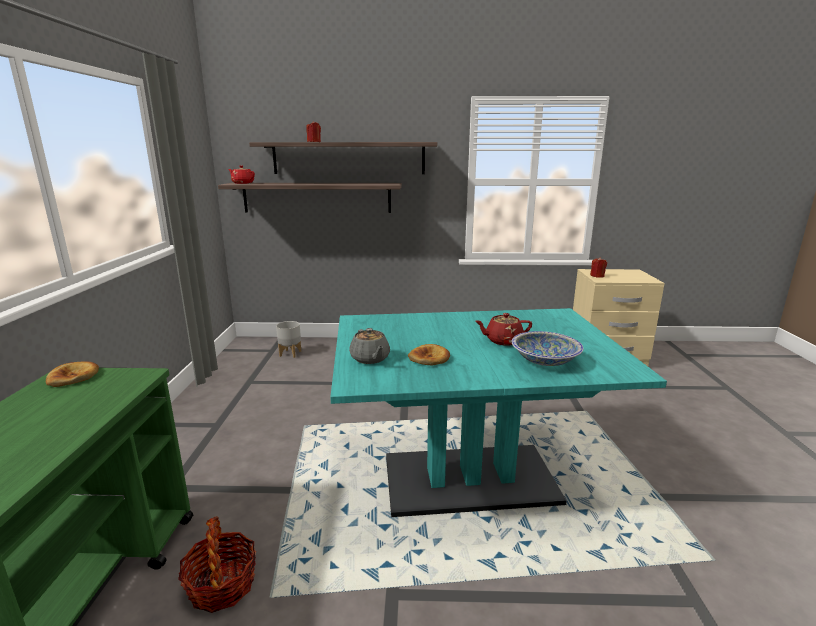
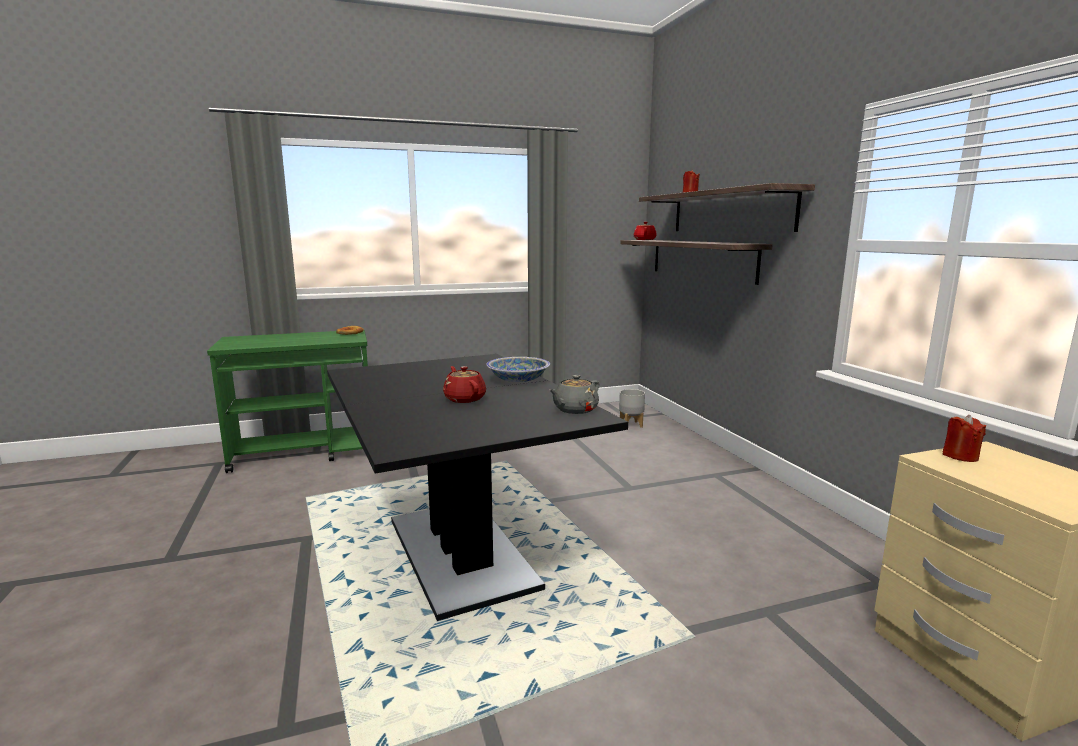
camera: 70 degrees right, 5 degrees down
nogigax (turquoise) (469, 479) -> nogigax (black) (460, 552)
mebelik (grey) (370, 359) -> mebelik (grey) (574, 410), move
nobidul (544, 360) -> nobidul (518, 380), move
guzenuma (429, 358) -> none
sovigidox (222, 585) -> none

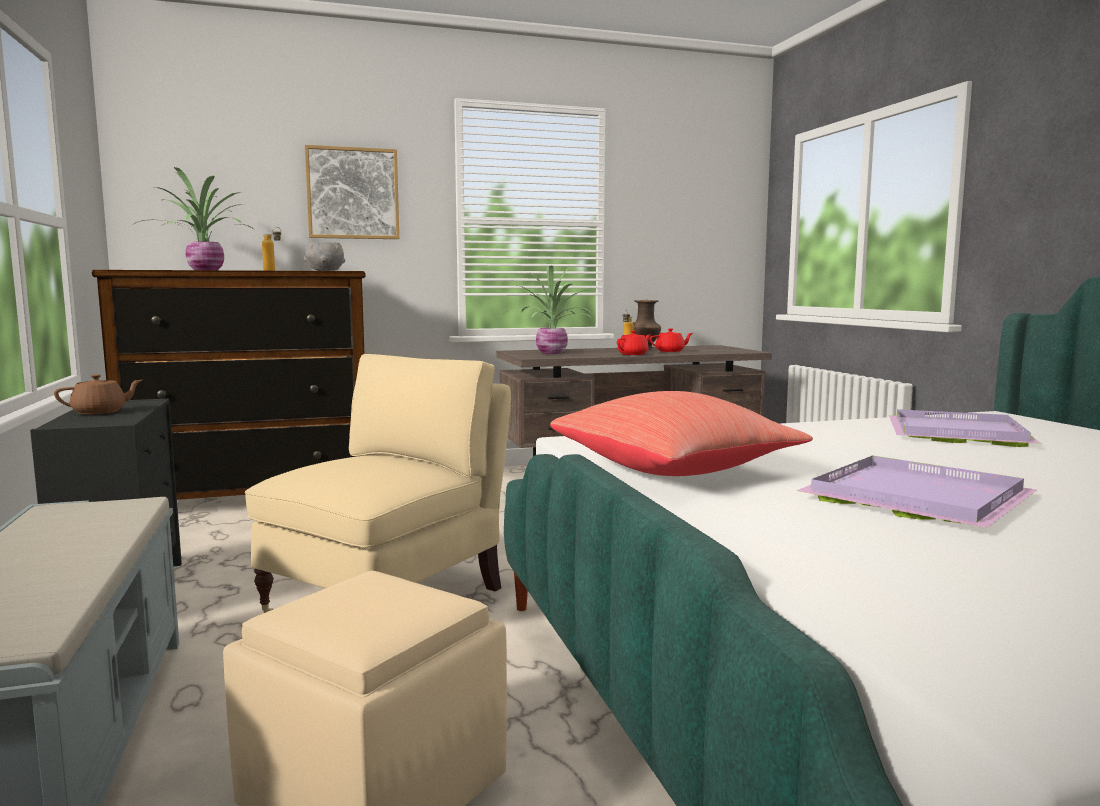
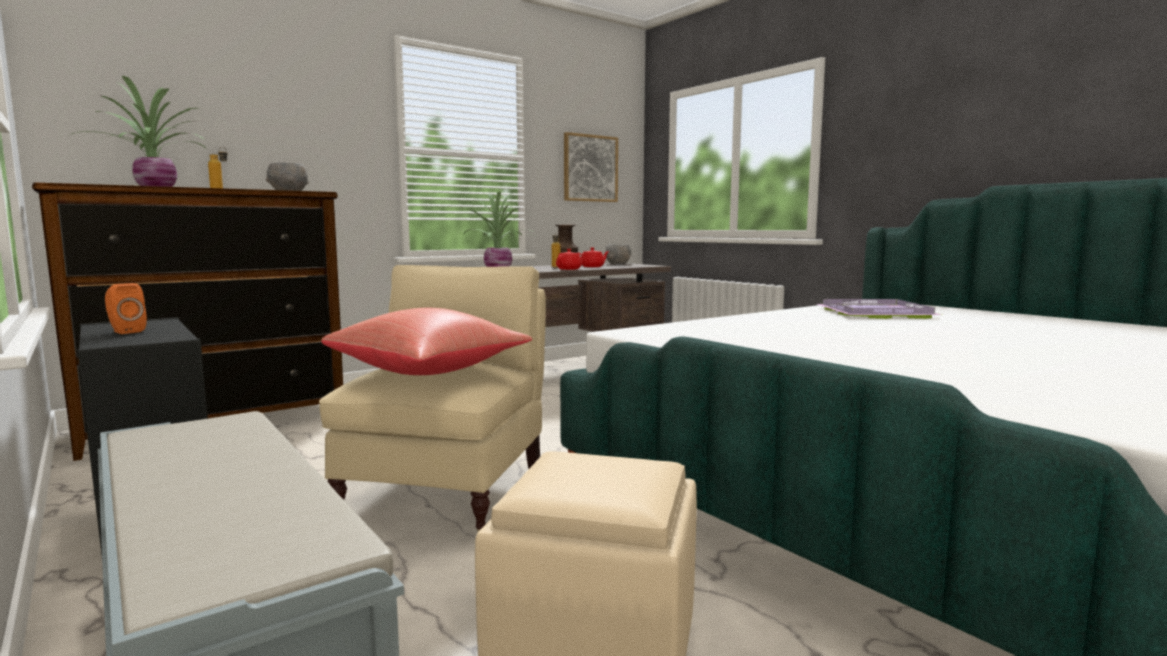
camera: 20 degrees left, 0 degrees up
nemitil (352, 193) -> nemitil (590, 168), move
mebelik (brown) (100, 412) -> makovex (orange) (125, 331)
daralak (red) (675, 471) -> daralak (red) (429, 371), move
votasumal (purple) (911, 498) -> none
none -> nobidul (grey) (617, 264)

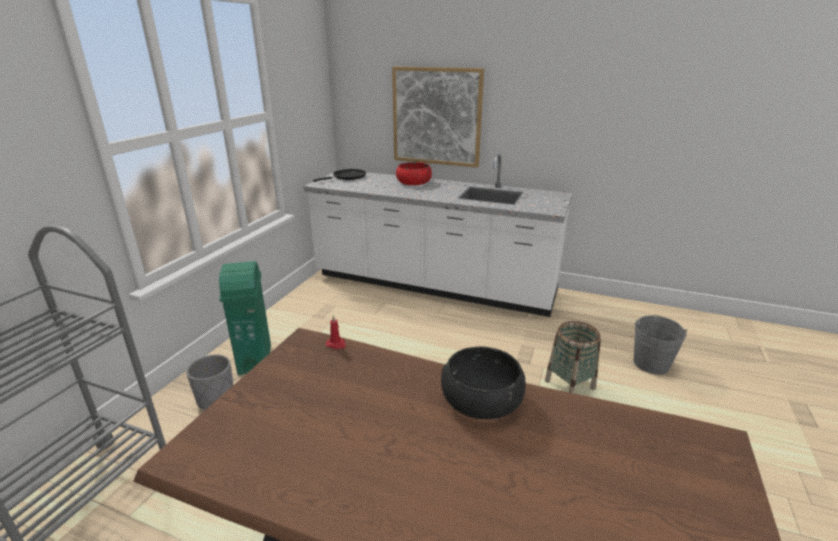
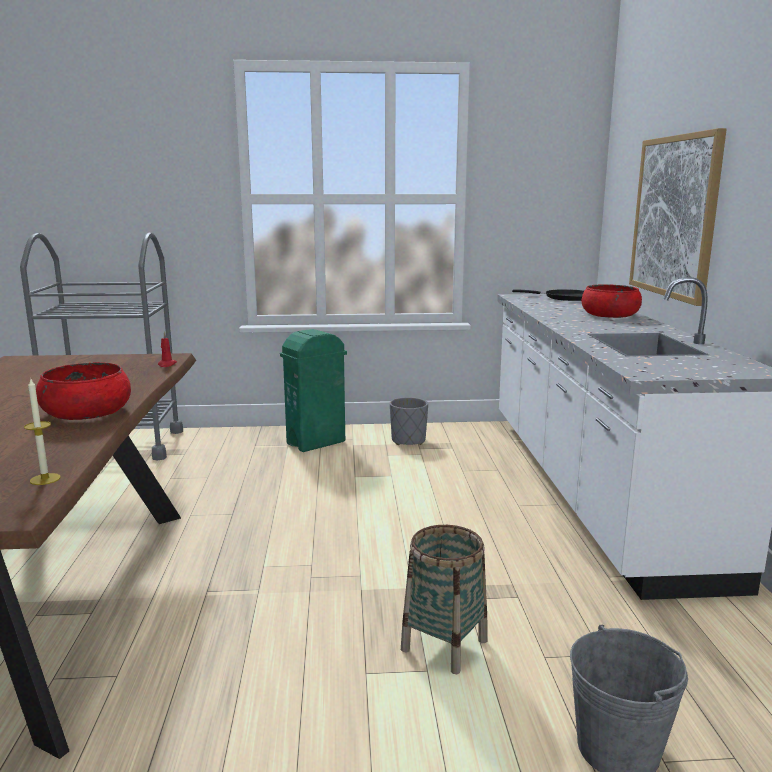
camera: 65 degrees right, 10 degrees down
nobidul (black) (481, 399) -> nobidul (red) (87, 412)
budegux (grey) (216, 399) -> budegux (grey) (408, 440), move
none -> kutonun (45, 479)

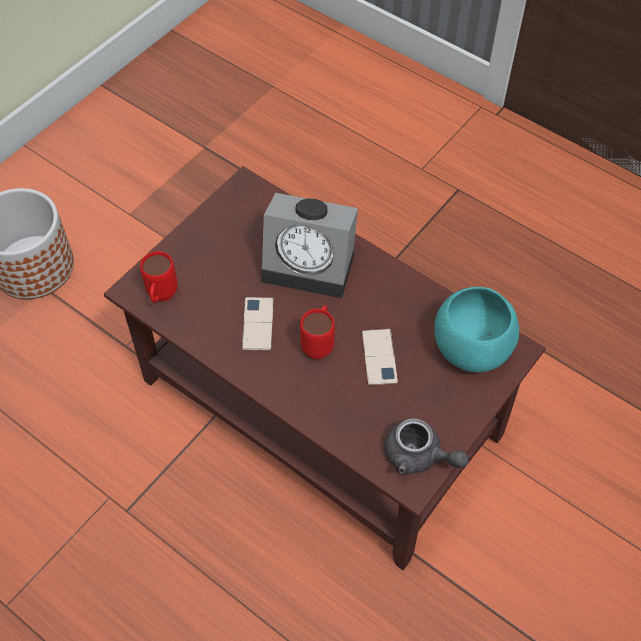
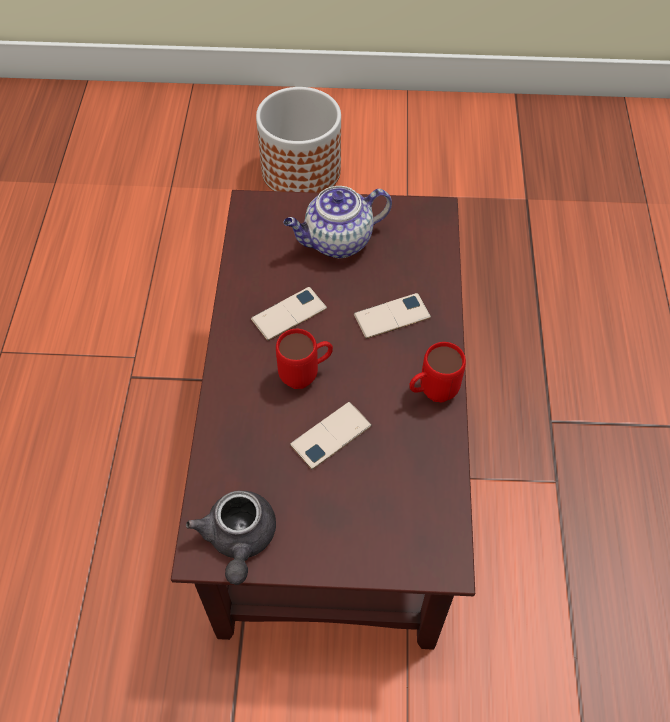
camera: 55 degrees right, 0 degrees up
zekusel (312, 265) -> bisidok (392, 316)
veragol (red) (161, 298) -> veragol (red) (431, 393), move
nobidul (turquoise) (472, 348) -> none
none -> mebelik (337, 242)

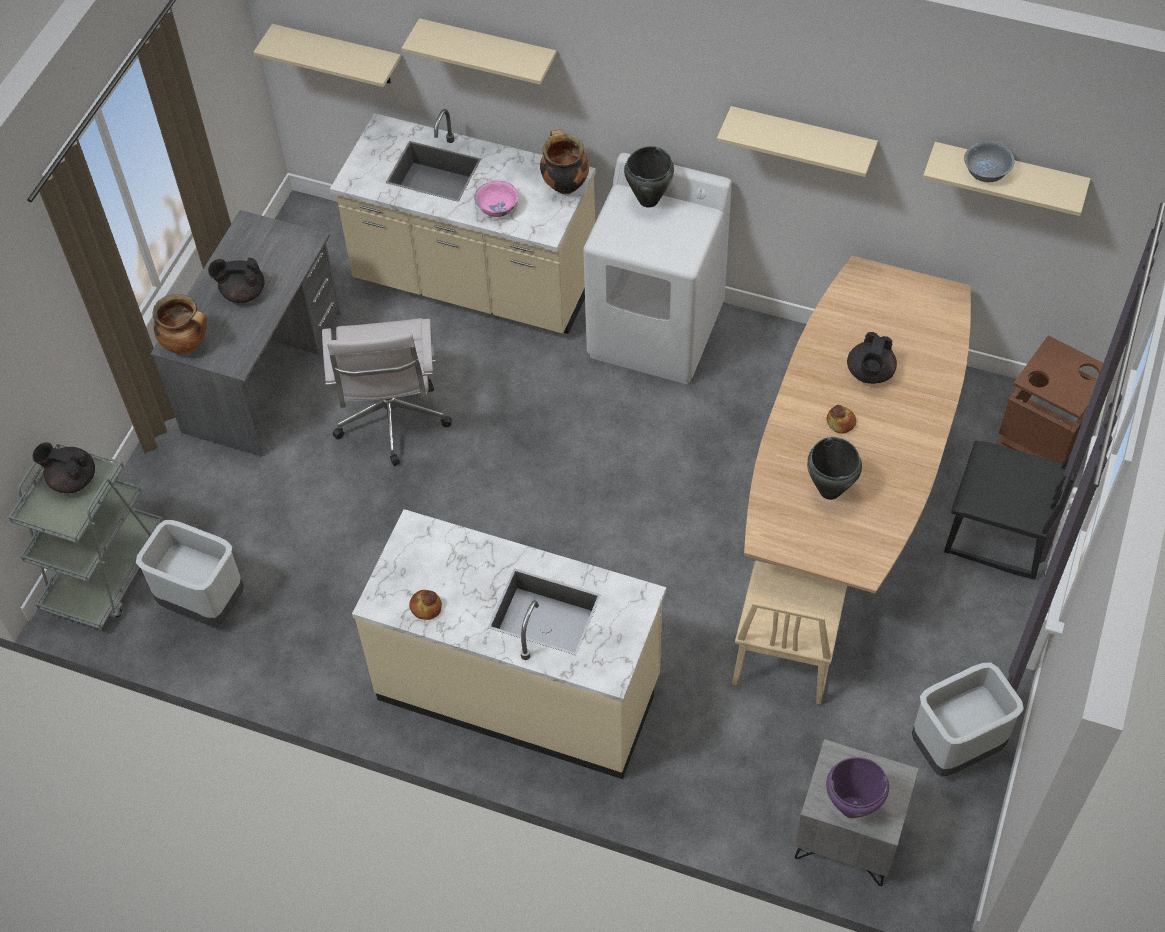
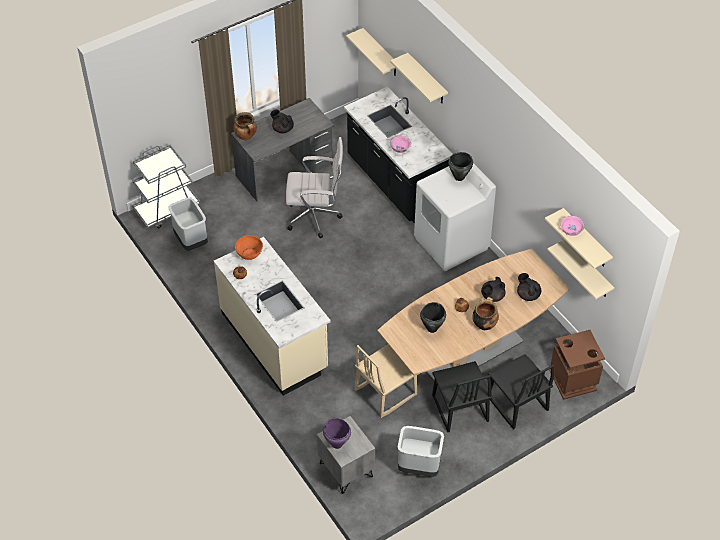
camera: 35 degrees right, 5 degrees down
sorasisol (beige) (801, 139) -> sorasisol (beige) (588, 270), move
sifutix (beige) (474, 283) -> sifutix (black) (396, 183)
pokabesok (564, 184) -> pokabesok (484, 324), move
nobidul (grey) (986, 172) -> nobidul (pink) (571, 230)
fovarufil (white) (392, 422) -> fovarufil (white) (316, 217), 120 degrees counterclockwise
mebelik (black) (72, 479) -> mebelik (black) (528, 294), move
none -> nobidul (orange) (249, 254)
none -> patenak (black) (459, 409)

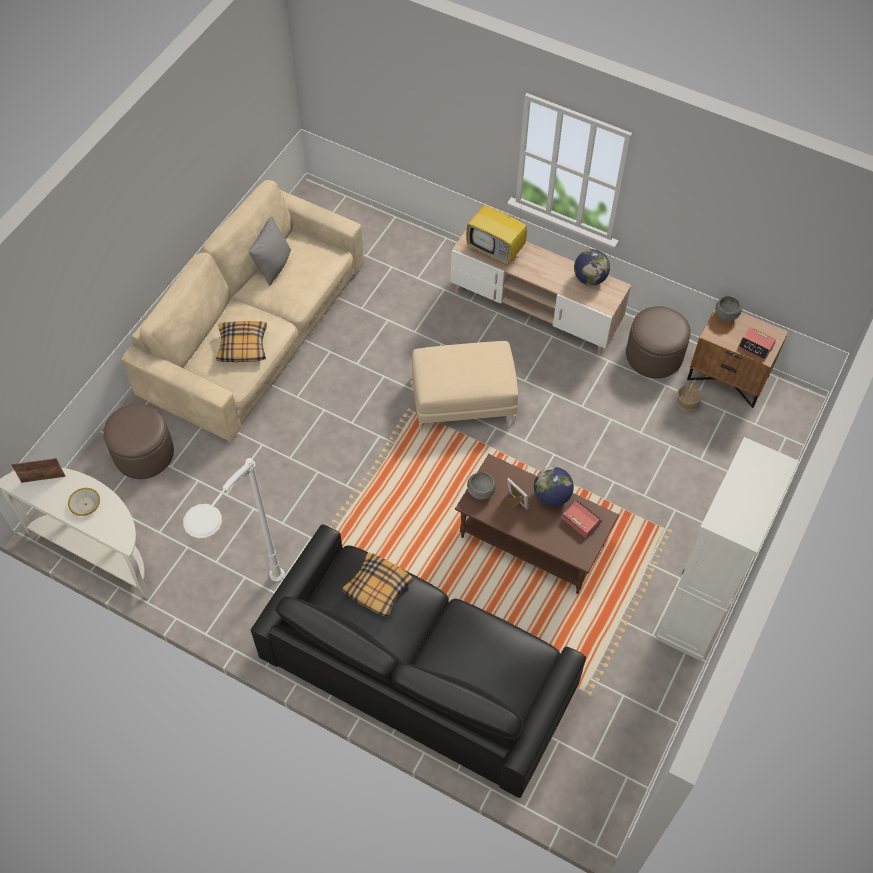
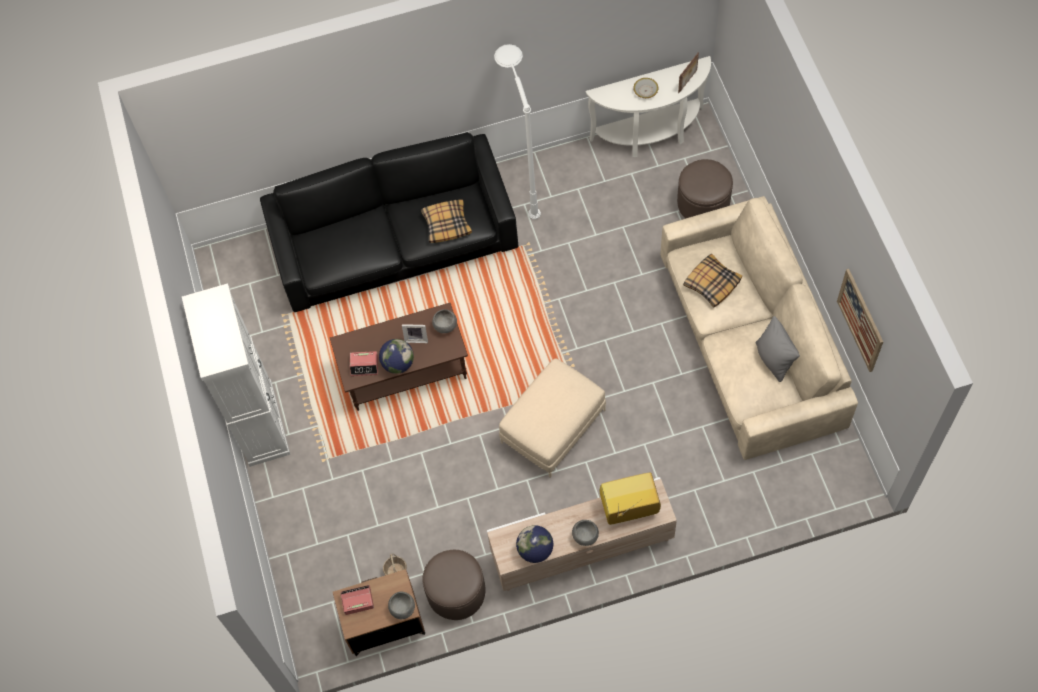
camera: 140 degrees right, 5 degrees up
none -> nemitil (860, 320)
none -> nobidul (grey) (585, 536)

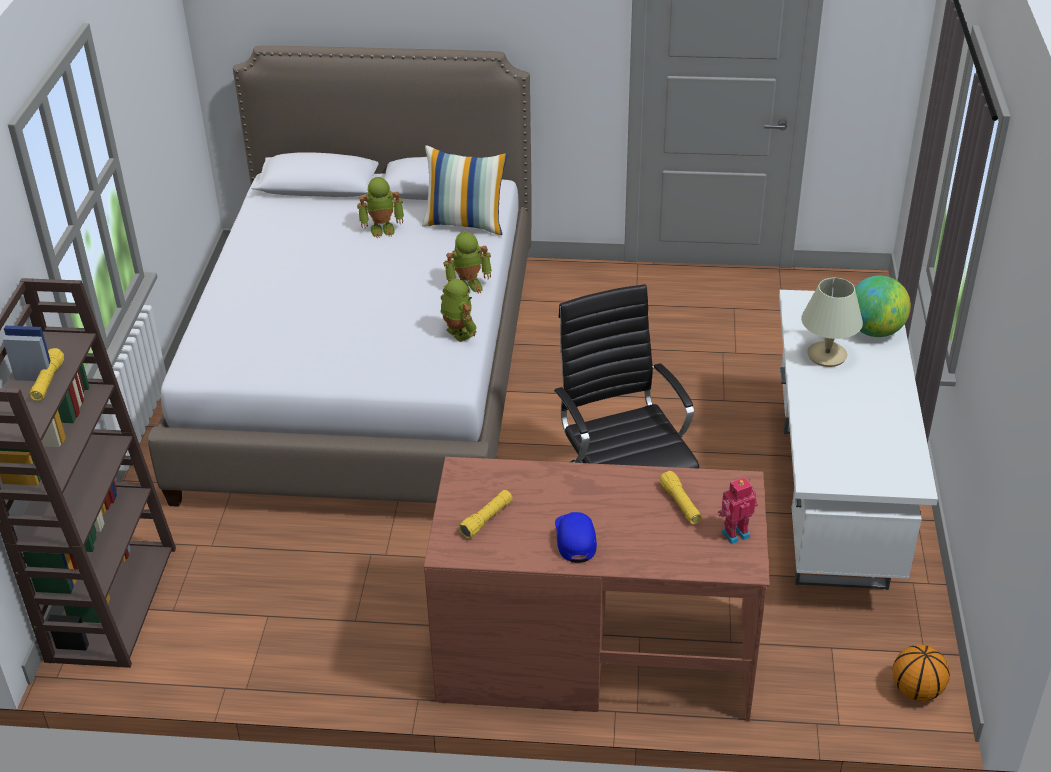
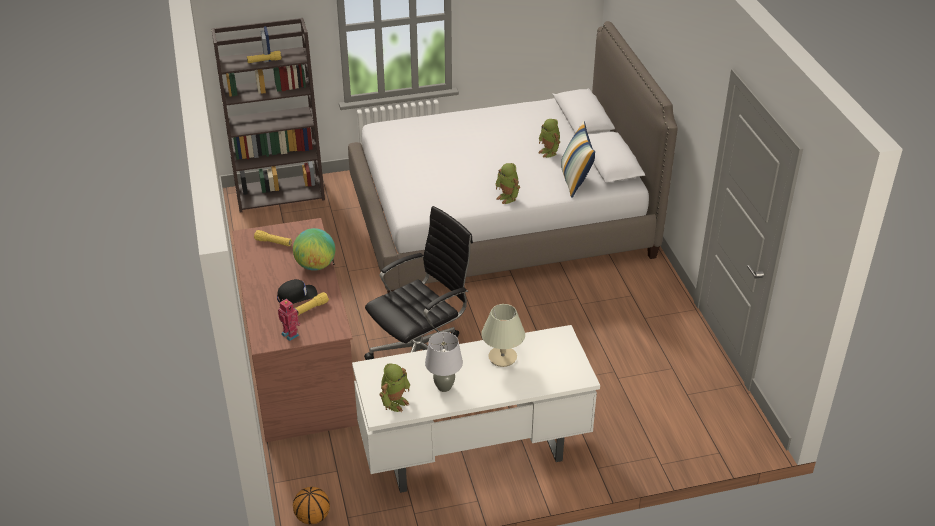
camera: 70 degrees right, 0 degrees up
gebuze (874, 331) -> gebuze (315, 265), move
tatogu (458, 333) -> tatogu (395, 402), move
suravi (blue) (575, 539) -> none
none -> suravi (black) (297, 295)
none -> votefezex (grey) (444, 387)

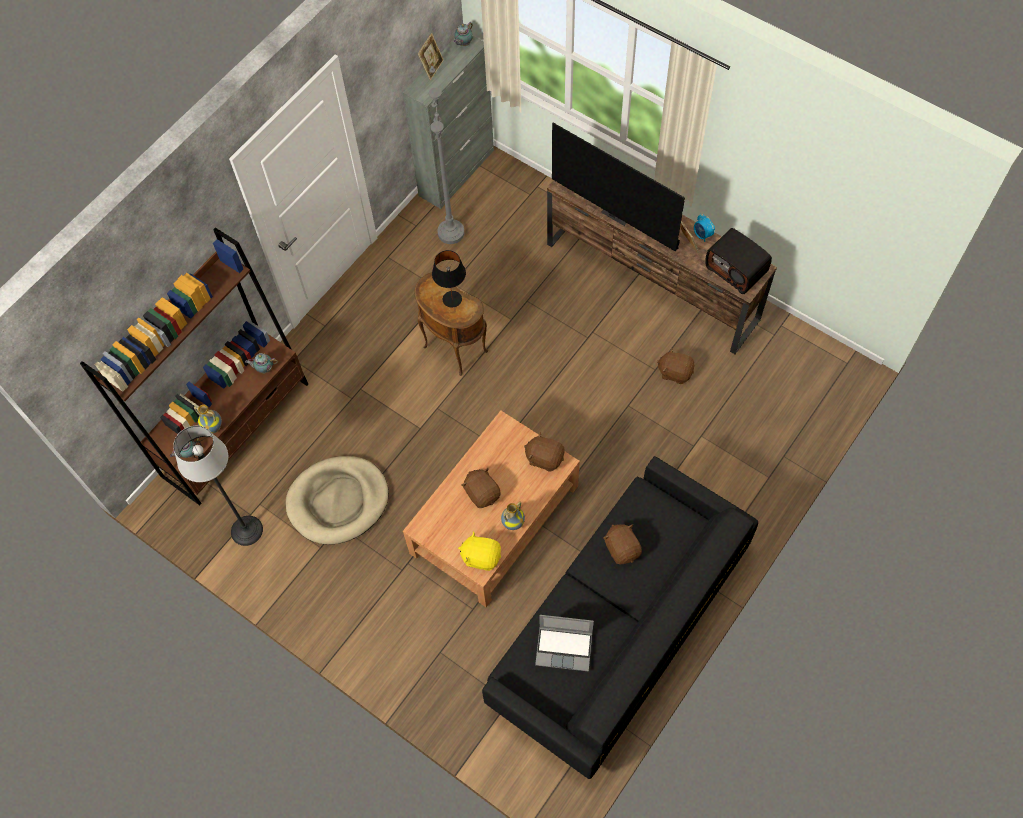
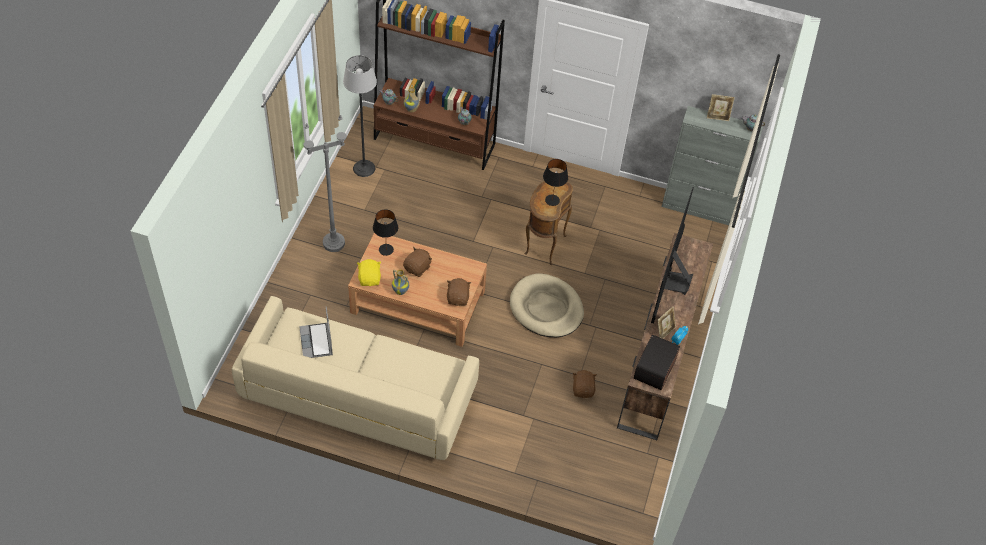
camera: 65 degrees right, 10 degrees down
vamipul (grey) (451, 233) -> vamipul (grey) (333, 243), move
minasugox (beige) (338, 501) -> minasugox (beige) (546, 308), move
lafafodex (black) (617, 627) -> lafafodex (beige) (359, 395)
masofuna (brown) (622, 548) -> none
none -> votefezex (black) (386, 250)

